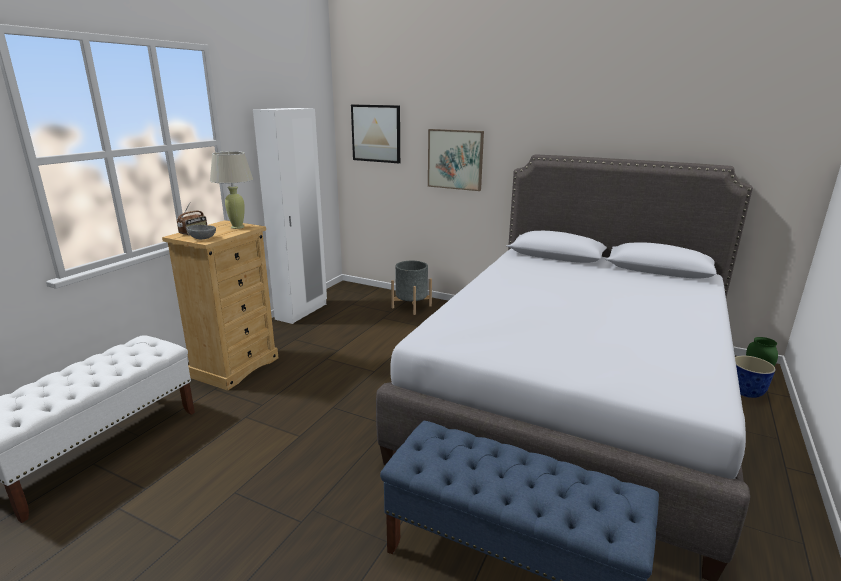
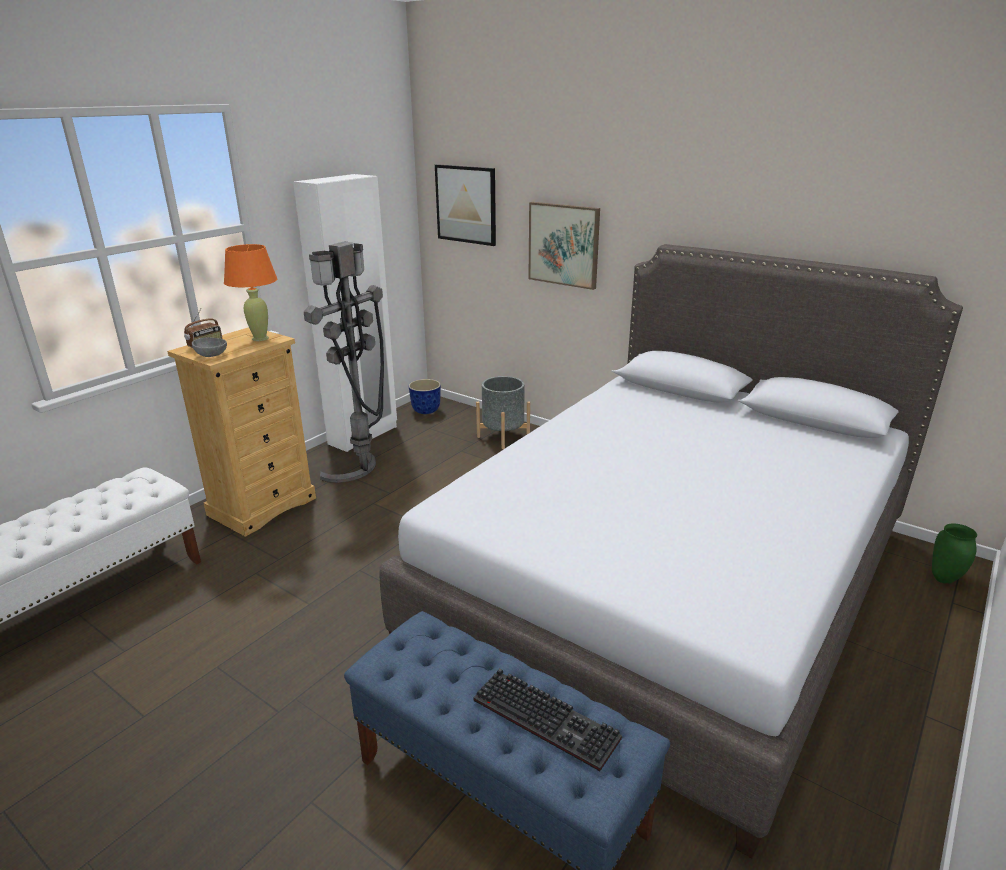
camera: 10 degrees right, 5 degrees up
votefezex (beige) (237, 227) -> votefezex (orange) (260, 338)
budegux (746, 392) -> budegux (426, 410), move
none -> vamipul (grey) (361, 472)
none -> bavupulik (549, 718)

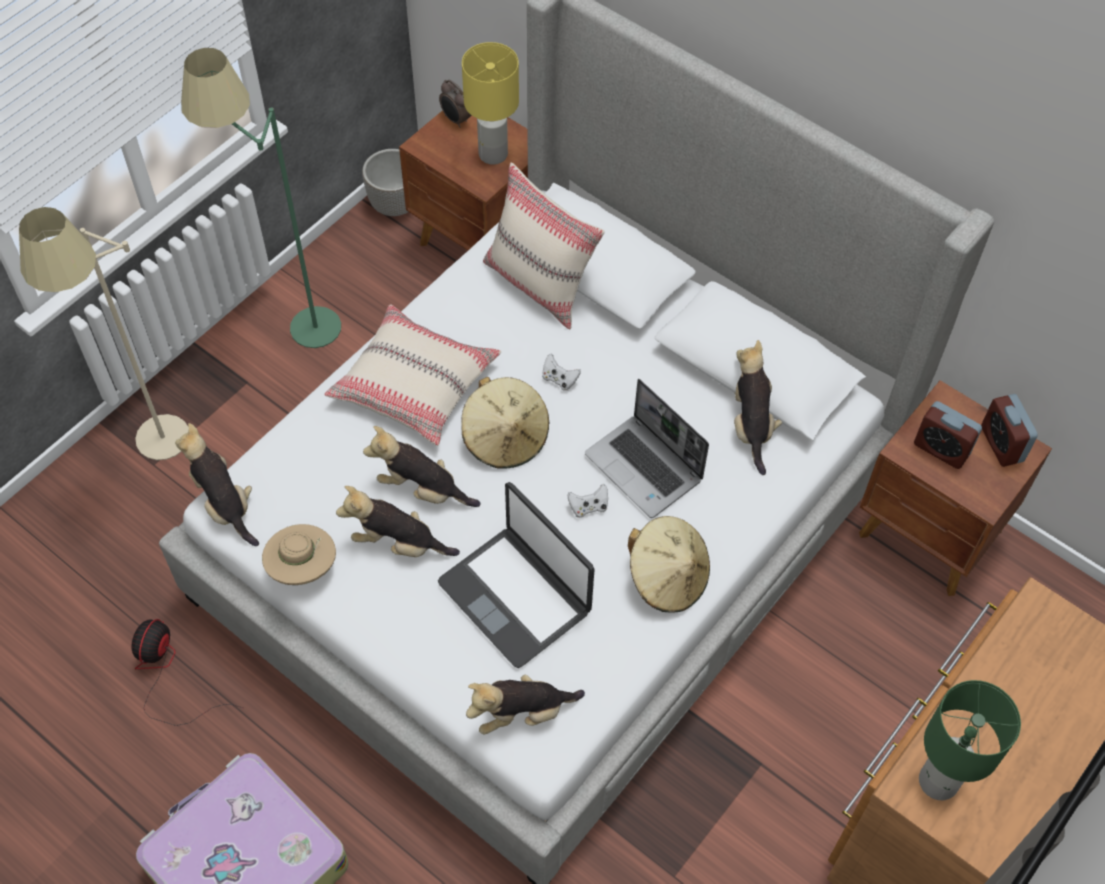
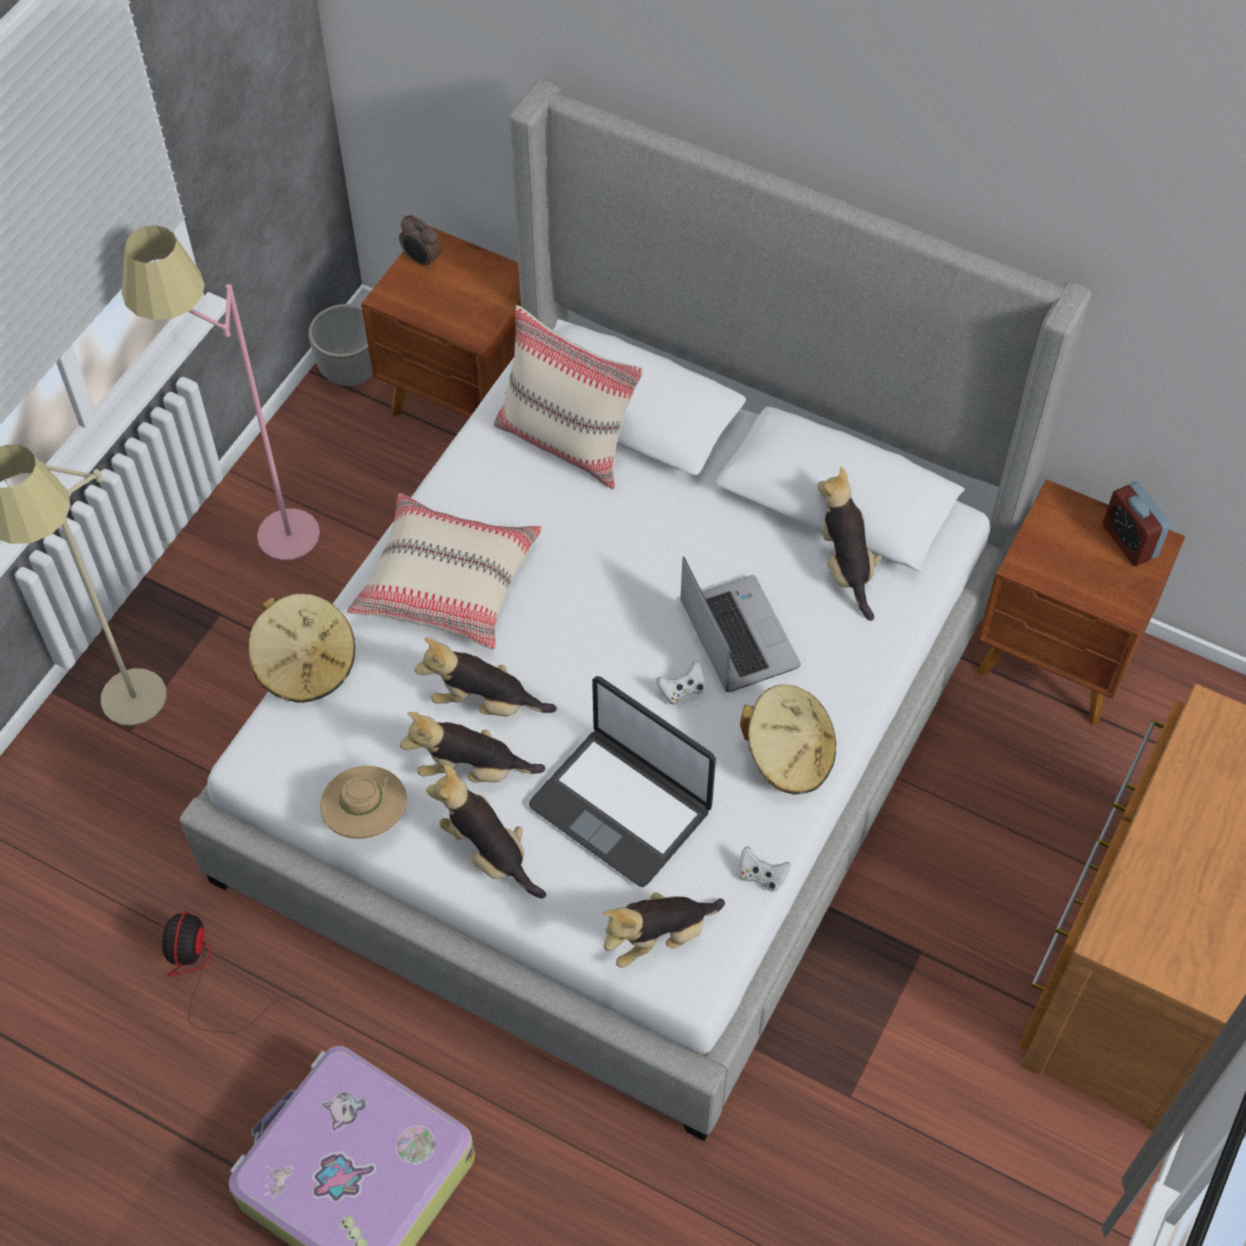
camera: 10 degrees left, 0 degrees up
votefezex (yellow) (493, 155) -> none
vamipul (green) (292, 331) -> vamipul (pink) (260, 543)
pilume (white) (559, 379) -> pilume (white) (761, 876), move
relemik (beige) (505, 438) -> relemik (beige) (306, 665), move
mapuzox (645, 468) -> mapuzox (736, 635), 150 degrees counterclockwise
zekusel (941, 449) -> none
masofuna (224, 503) -> masofuna (488, 853), move
votefezex (green) (939, 782) -> none

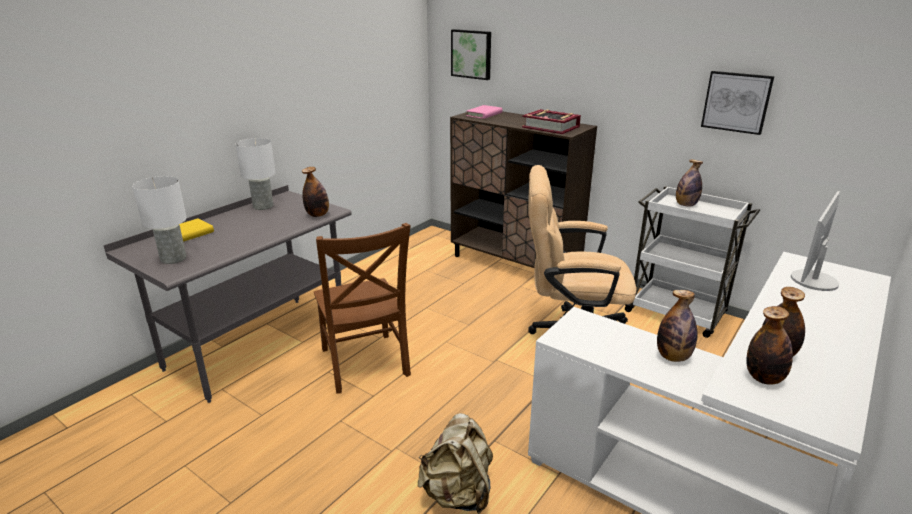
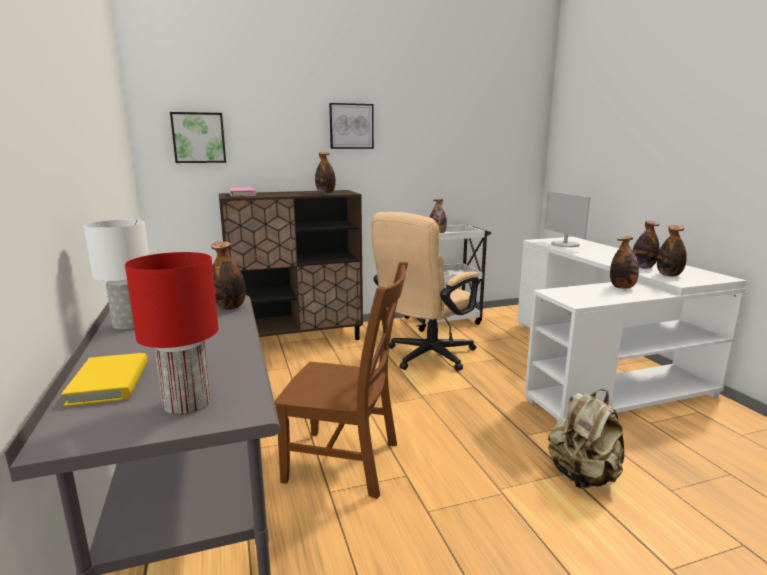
camera: 55 degrees left, 10 degrees down
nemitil (736, 102) -> nemitil (351, 126), move
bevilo (551, 127) -> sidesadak (325, 193)
votefezex (white) (173, 259) -> votefezex (red) (187, 404)

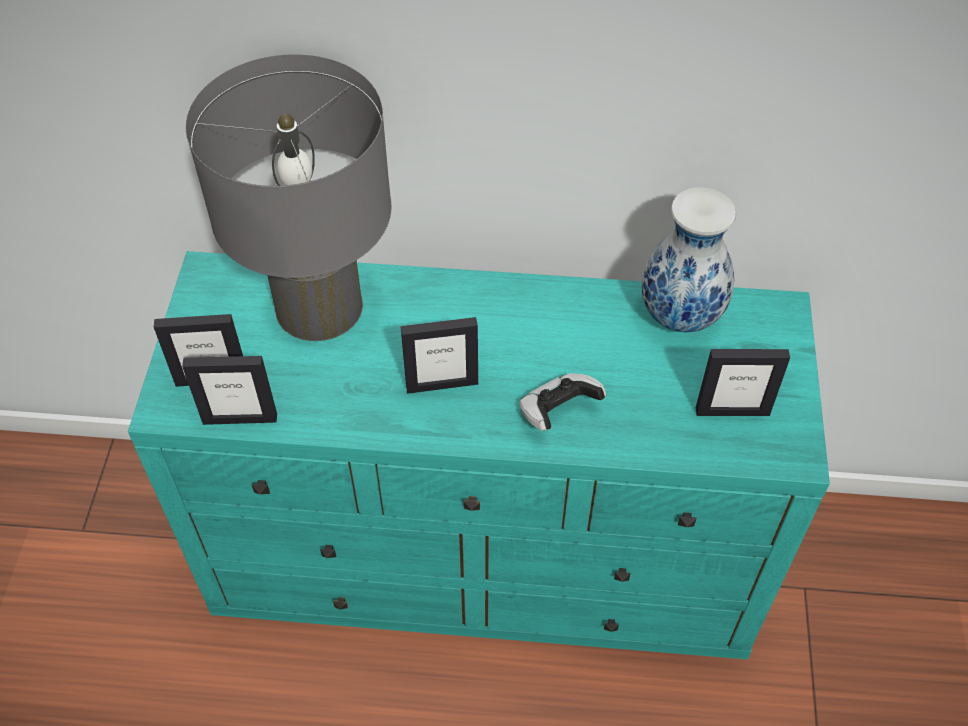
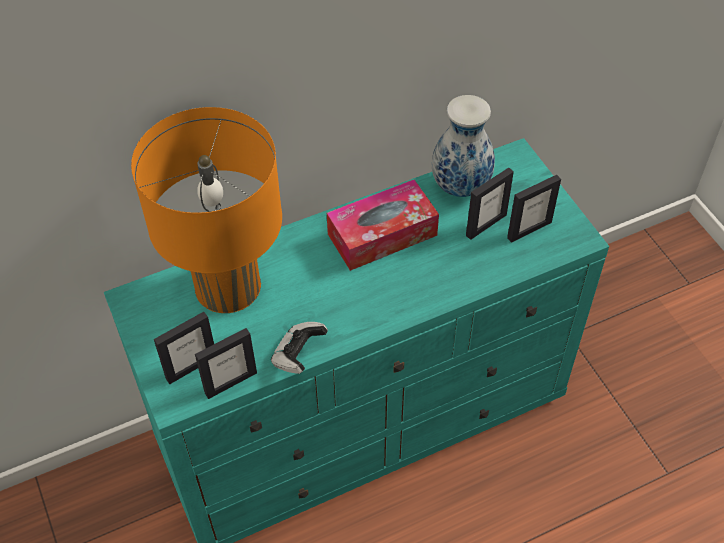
camera: 30 degrees left, 0 degrees up
votefezex (grey) (319, 306) -> votefezex (orange) (228, 286)
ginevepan (442, 384) -> ginevepan (486, 225), move
pilume (558, 411) -> pilume (298, 355), move
none -> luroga (382, 234)

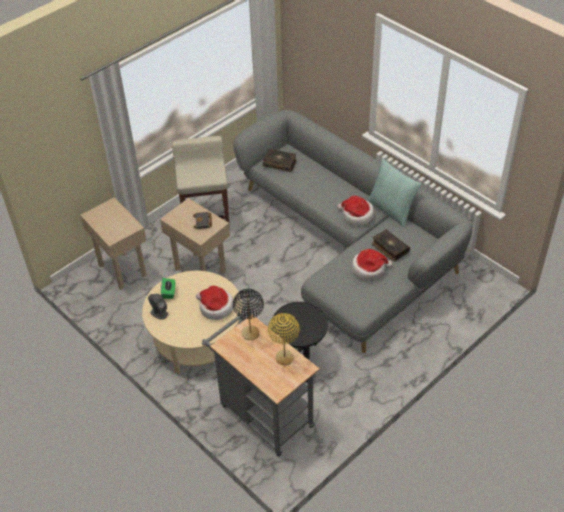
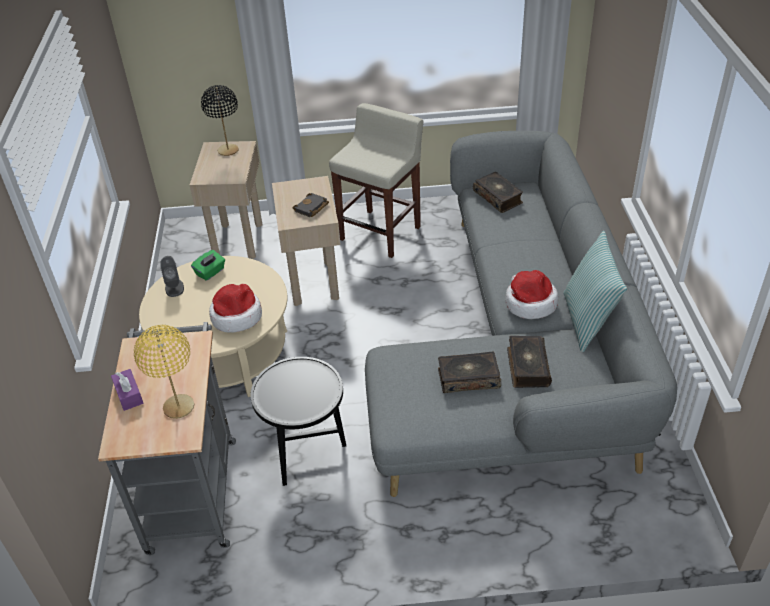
camera: 40 degrees right, 5 degrees down
relemik (369, 269) -> bevilo (468, 378)
votefezex (black) (250, 333) -> votefezex (black) (228, 150), move
none -> luroga (purple) (129, 395)

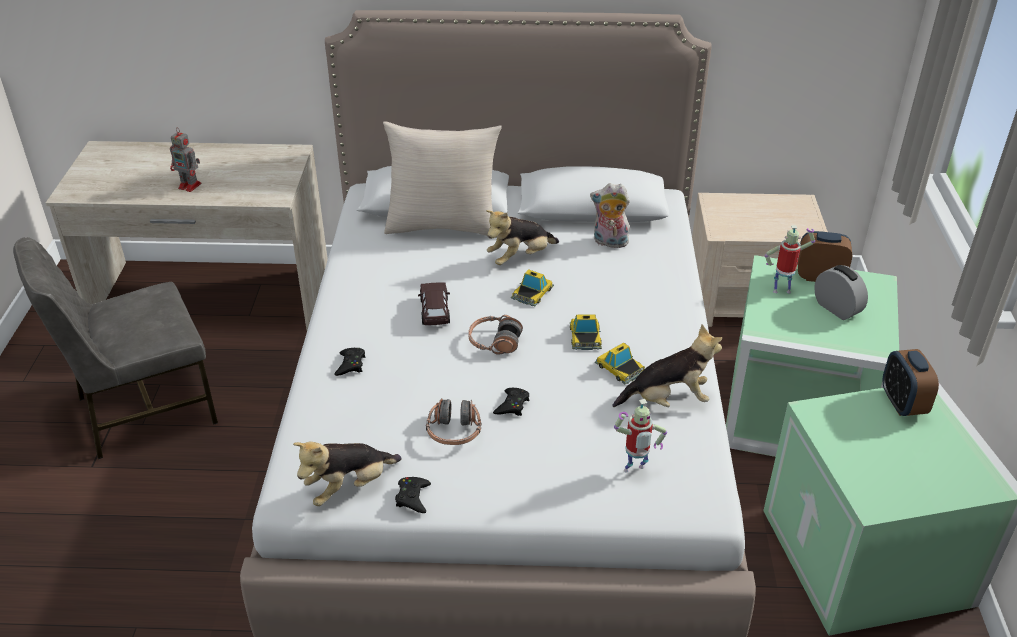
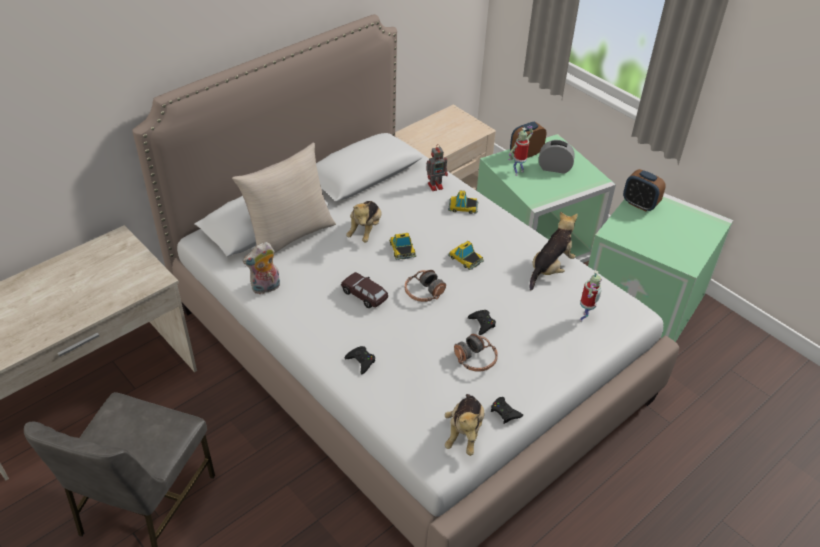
camera: 45 degrees left, 5 degrees up
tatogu (191, 186) -> tatogu (436, 186), move
masofuna (609, 242) -> masofuna (265, 288), move
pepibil (620, 368) -> pepibil (463, 206), move

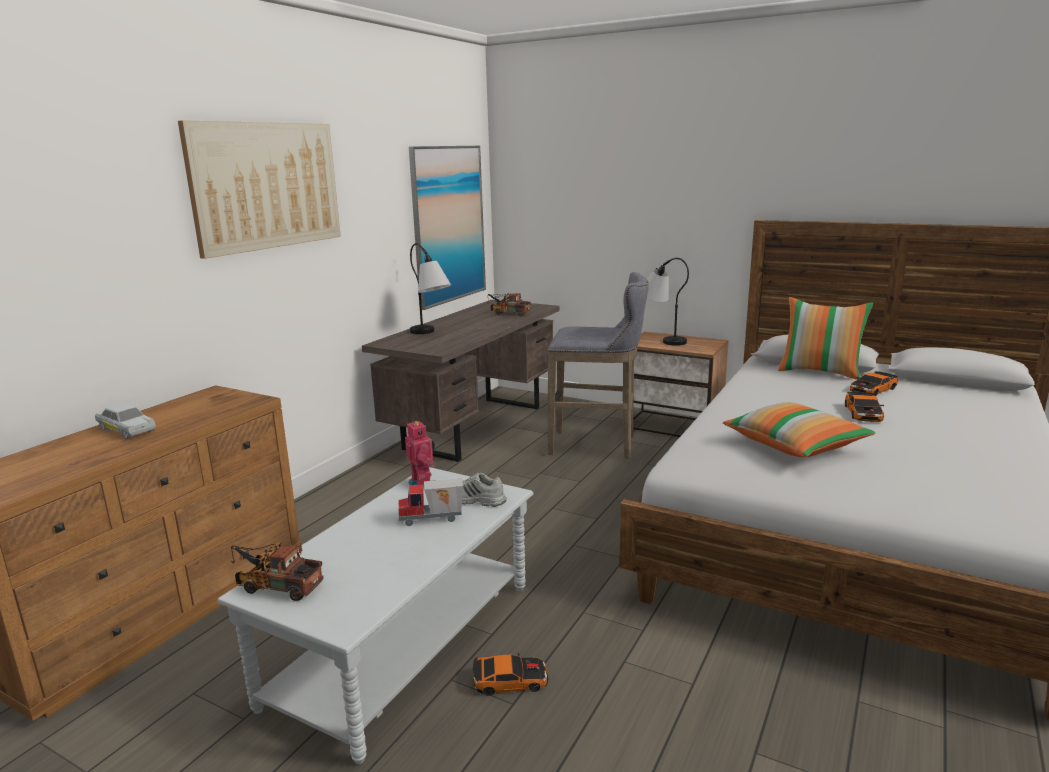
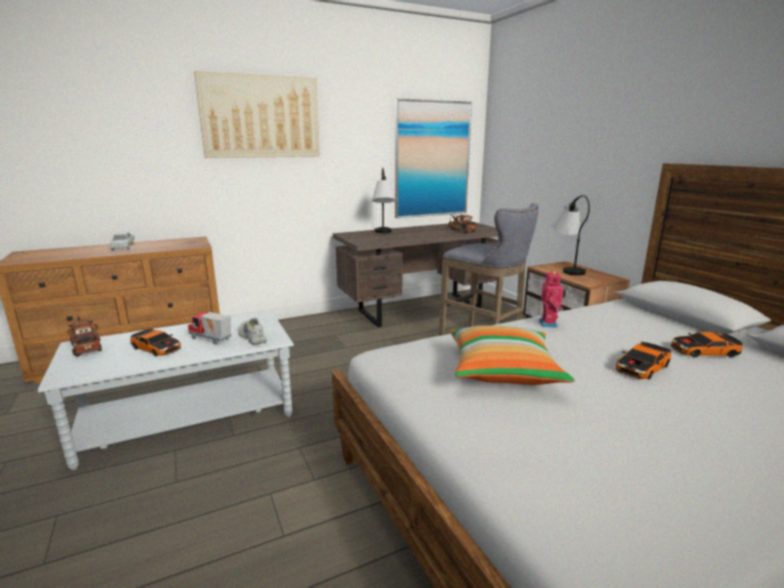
camera: 35 degrees right, 0 degrees up
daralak (820, 372) -> none
tatogu (422, 484) -> tatogu (549, 324), move
pepibil (510, 680) -> pepibil (157, 347), move

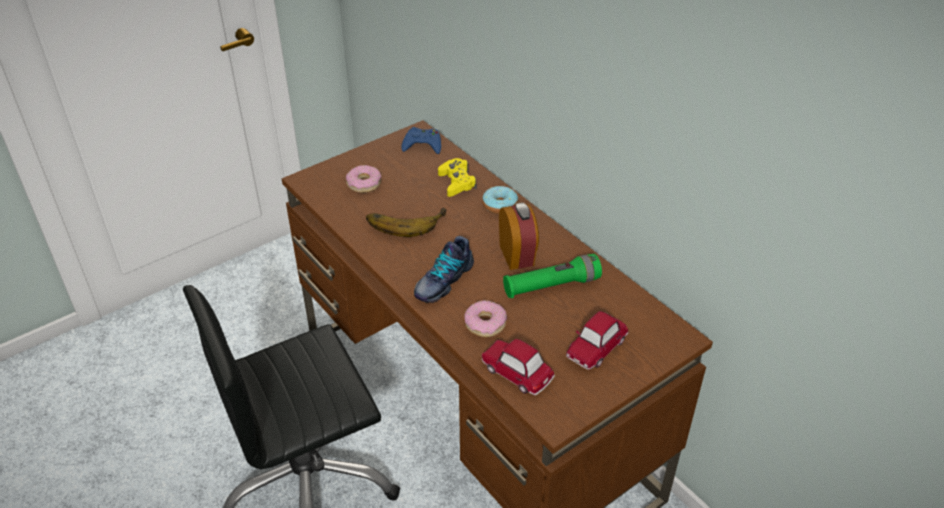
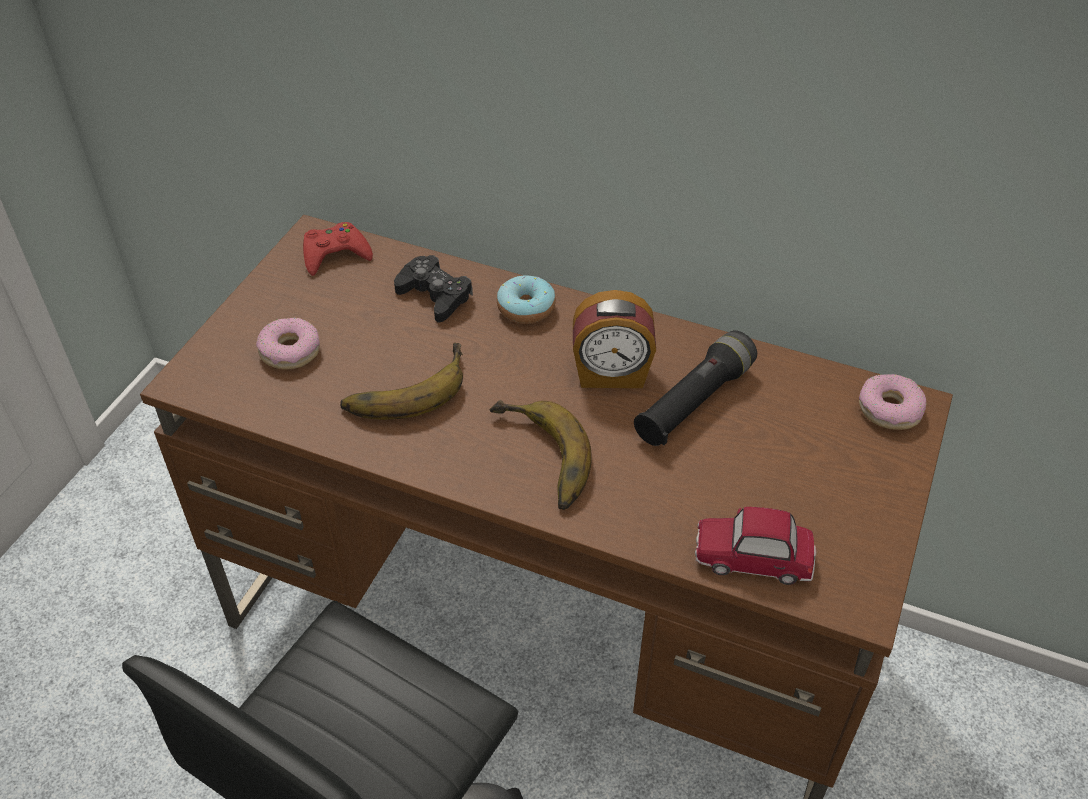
camera: 30 degrees left, 5 degrees up
pilume (blue) (422, 145) -> pilume (red) (335, 254)
pilume (yellow) (457, 182) -> pilume (black) (435, 295)
zekusel (517, 255) -> zekusel (611, 374), 135 degrees clockwise
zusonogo (443, 280) -> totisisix (537, 460)
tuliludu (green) (551, 286) -> tuliludu (black) (694, 402)
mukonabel (485, 323) -> mukonabel (890, 409), move
pepibil (596, 347) -> none

